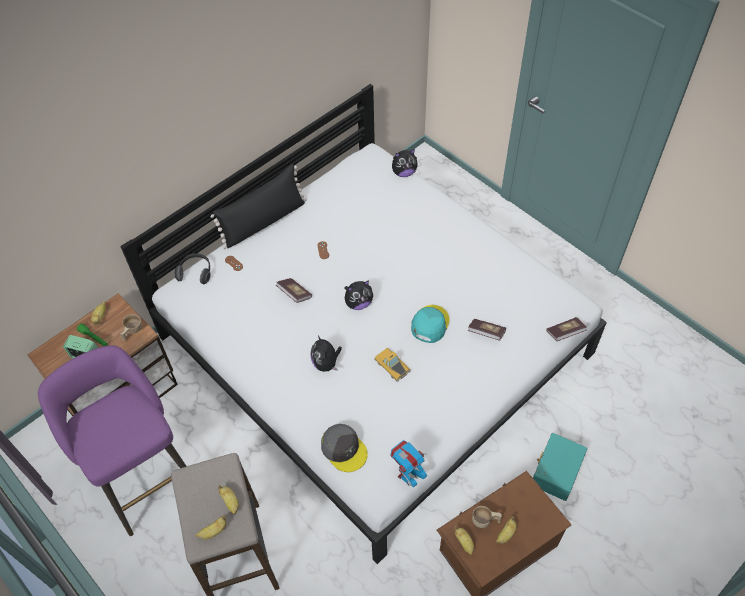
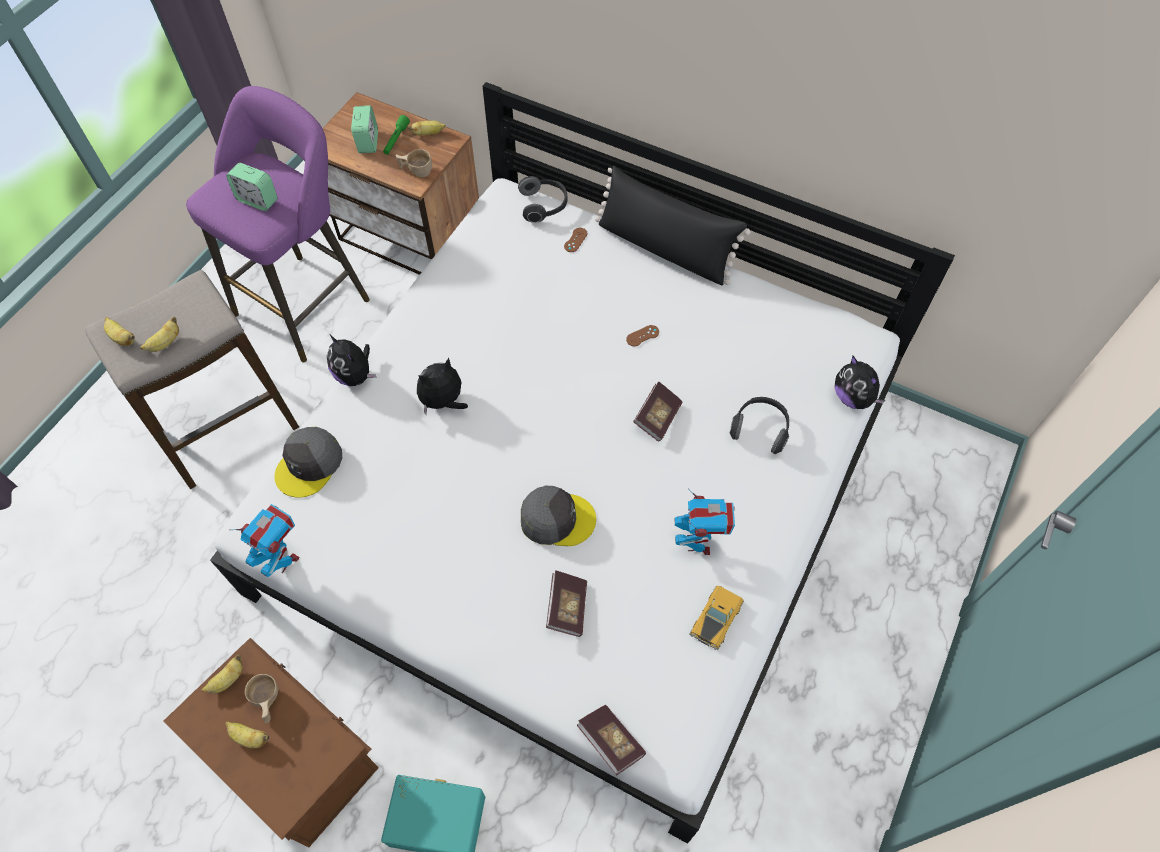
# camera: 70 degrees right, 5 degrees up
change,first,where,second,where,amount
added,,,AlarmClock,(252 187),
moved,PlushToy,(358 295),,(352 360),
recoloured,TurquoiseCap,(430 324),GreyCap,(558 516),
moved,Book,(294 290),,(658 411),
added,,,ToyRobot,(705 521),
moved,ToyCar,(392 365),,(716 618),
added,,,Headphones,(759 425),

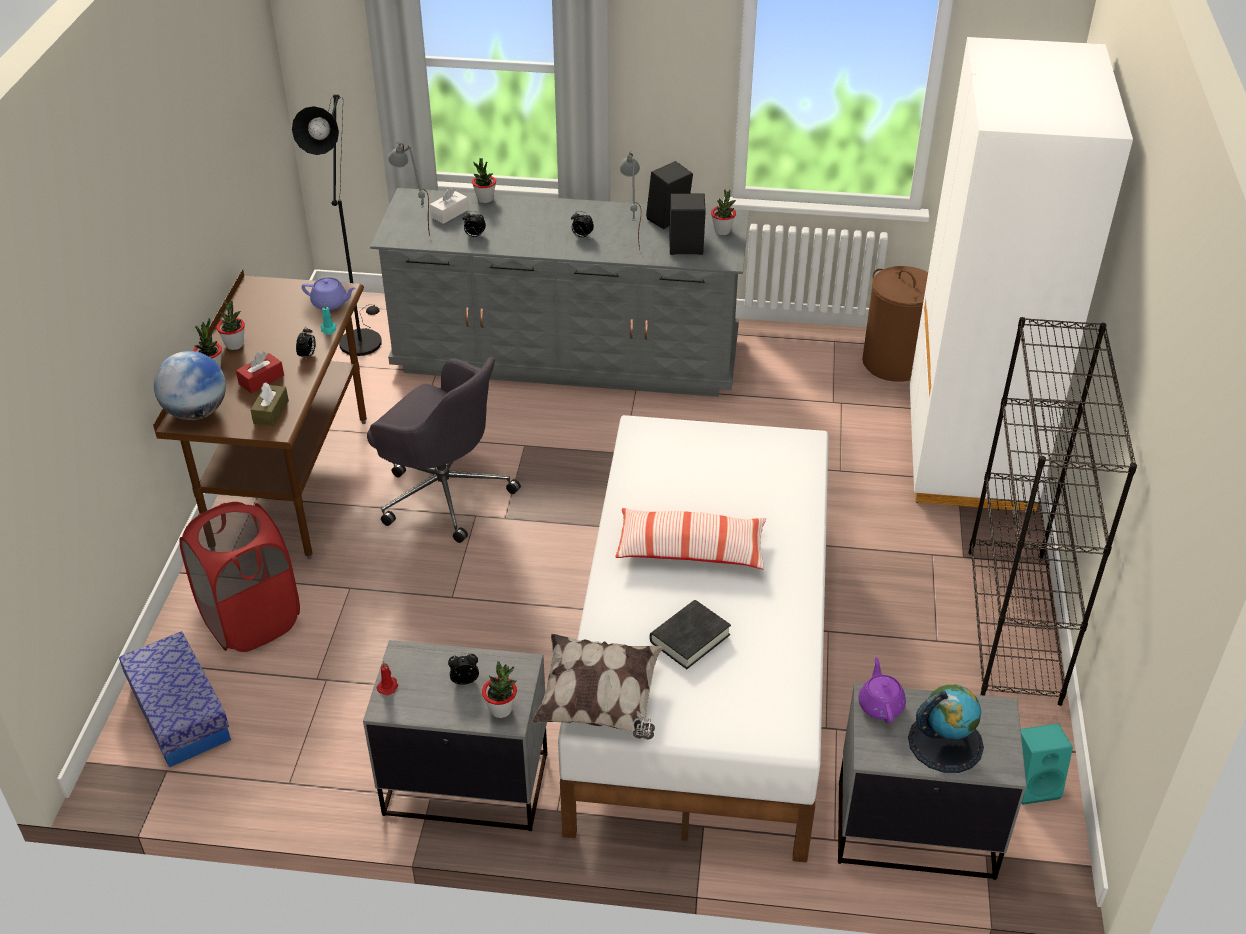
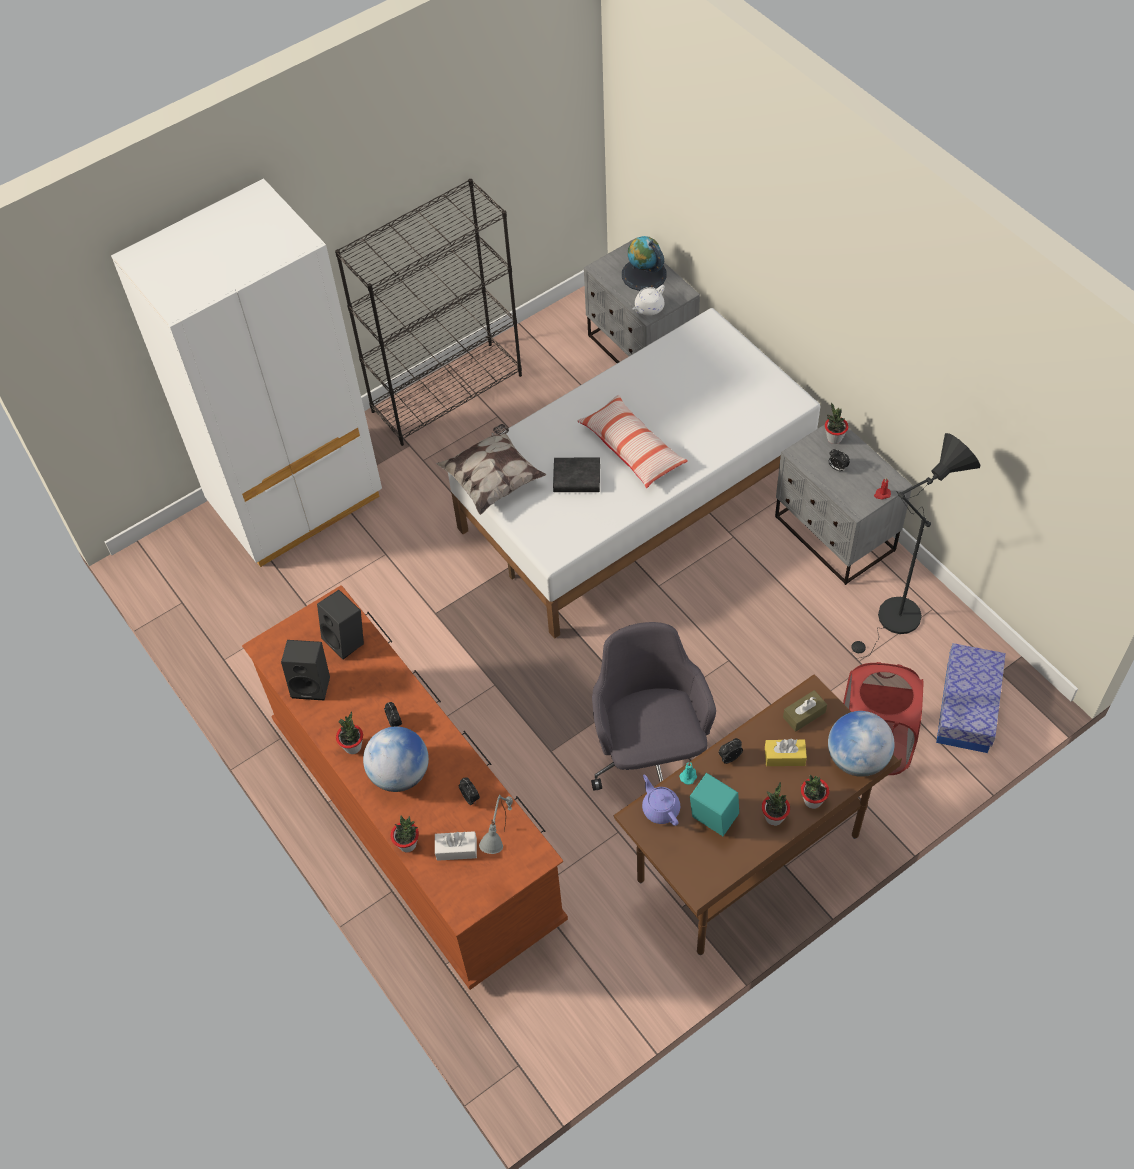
# camera: 130 degrees left, 15 degrees up
change,first,where,second,where,amount
recoloured,GreyDresser,(560 292),BrownDresser,(405 787),
moved,PottedPlant,(723 212),,(349 732),
added,,,Globe,(396 759),
moved,Pillow,(598 687),,(491 469),
moved,BlackBook,(690 634),,(576 474),
recoloured,PurpleTeapot,(882 690),WhiteTeapot,(649 300),
moved,TurquoiseSpeaker,(1047 764),,(714 804),
recoloured,RedTissueBox,(260 372),YellowTissueBox,(786 752),
moved,BlackFloorLamp,(337 225),,(915 545),
removed,GreyTableLamp,(630 200),,,
removed,BrownLaundryBasket,(895 324),,,

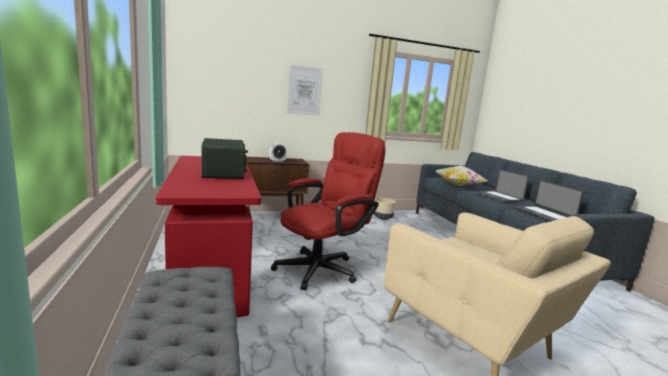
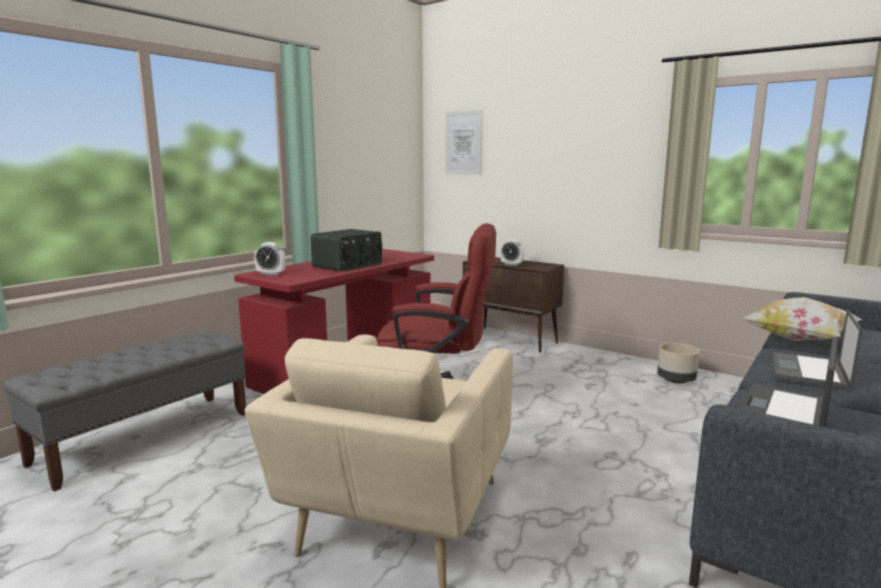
# camera: 55 degrees right, 0 degrees up
change,first,where,second,where,amount
added,,,AlarmClock,(269 258),
moved,Picture,(305 90),,(464 142),

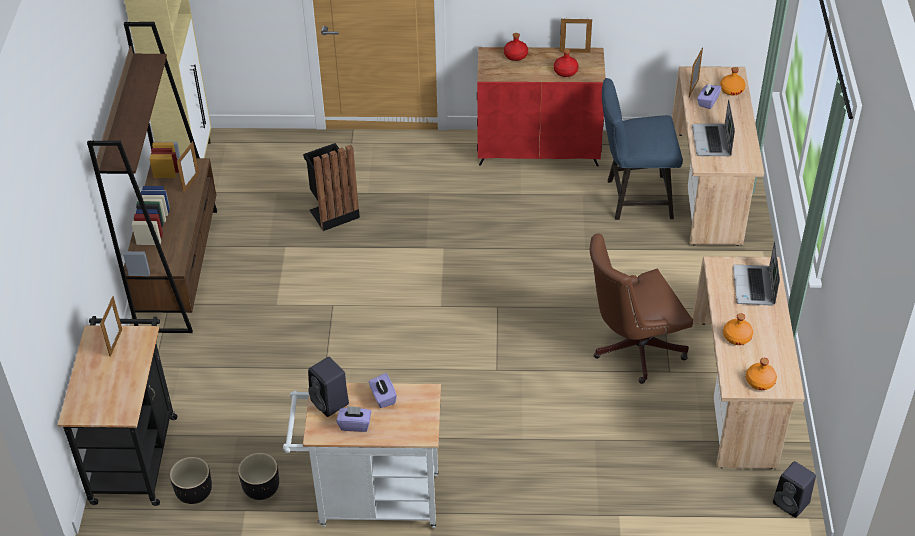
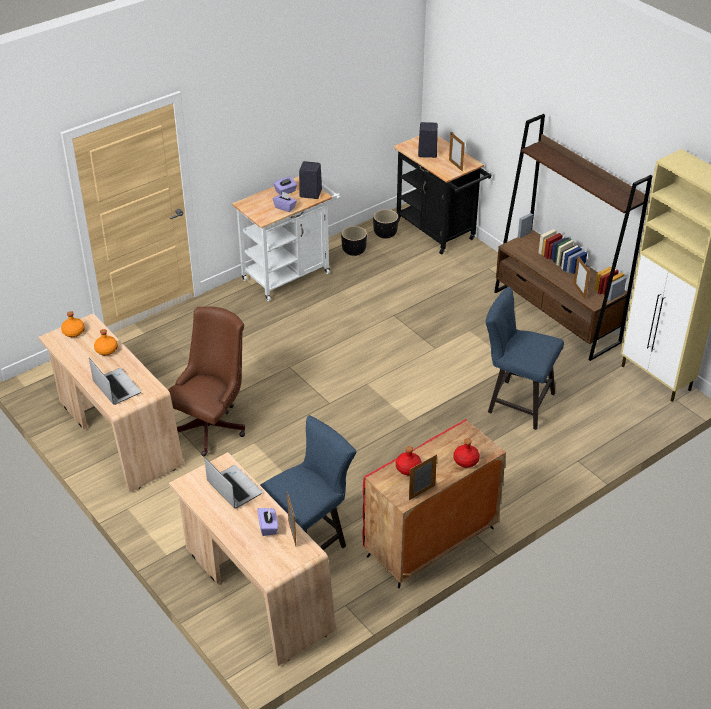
# camera: 140 degrees right, 5 degrees down
change,first,where,second,where,amount
moved,BlackSpeaker,(794 489),,(428 140),
replaced,BlackTrashCan,(331 187),BlueChair,(525 358),
removed,OrangeBottle,(733 81),,,

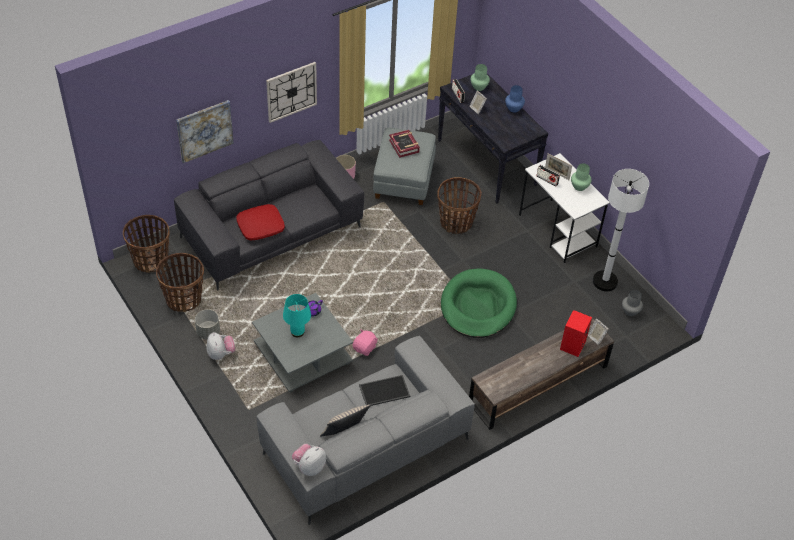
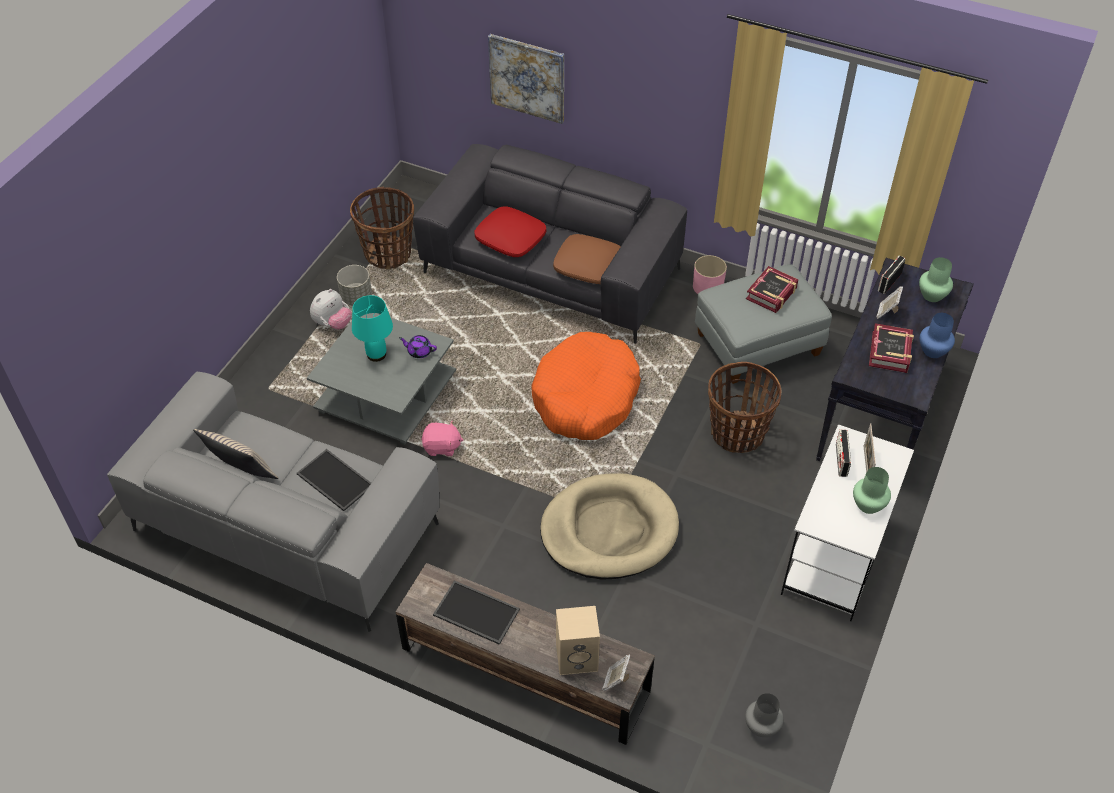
# camera: 60 degrees right, 0 degrees up
change,first,where,second,where,amount
added,,,Tray,(476 612),
added,,,OrangeDogBed,(586 386),
recoloured,GreenDogBed,(479 303),BeigeDogBed,(609 526),
added,,,BrownPillow,(587 259),
recoloured,RedSpeaker,(576 333),BeigeSpeaker,(578 640),
added,,,Book,(891 348),
removed,Basket,(146 244),,,
removed,WallClock,(291 92),,,
removed,PlushToy,(309 460),,,
removed,WhiteFloorLamp,(621 230),,,

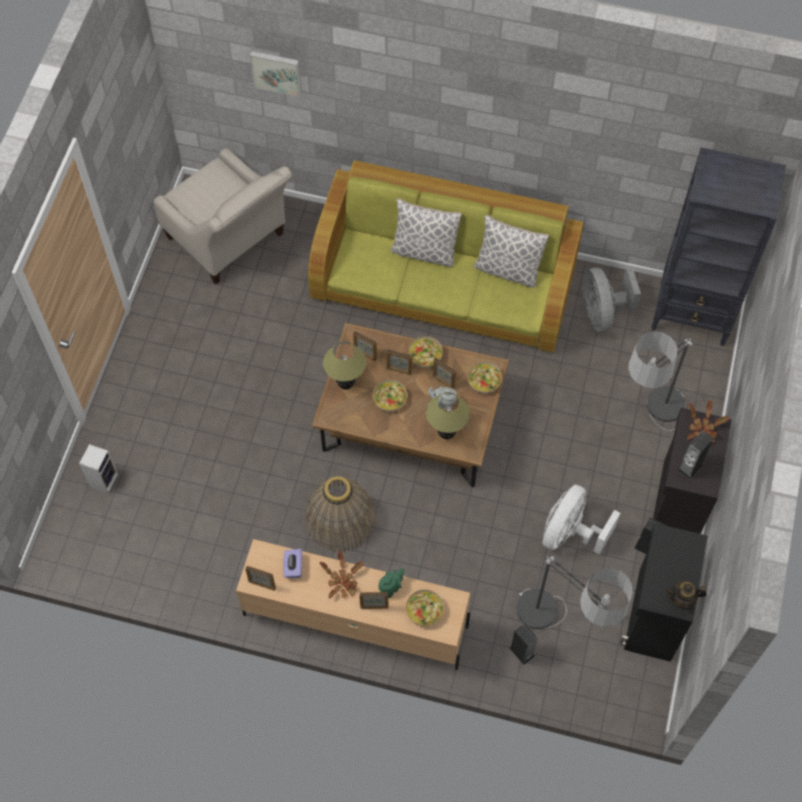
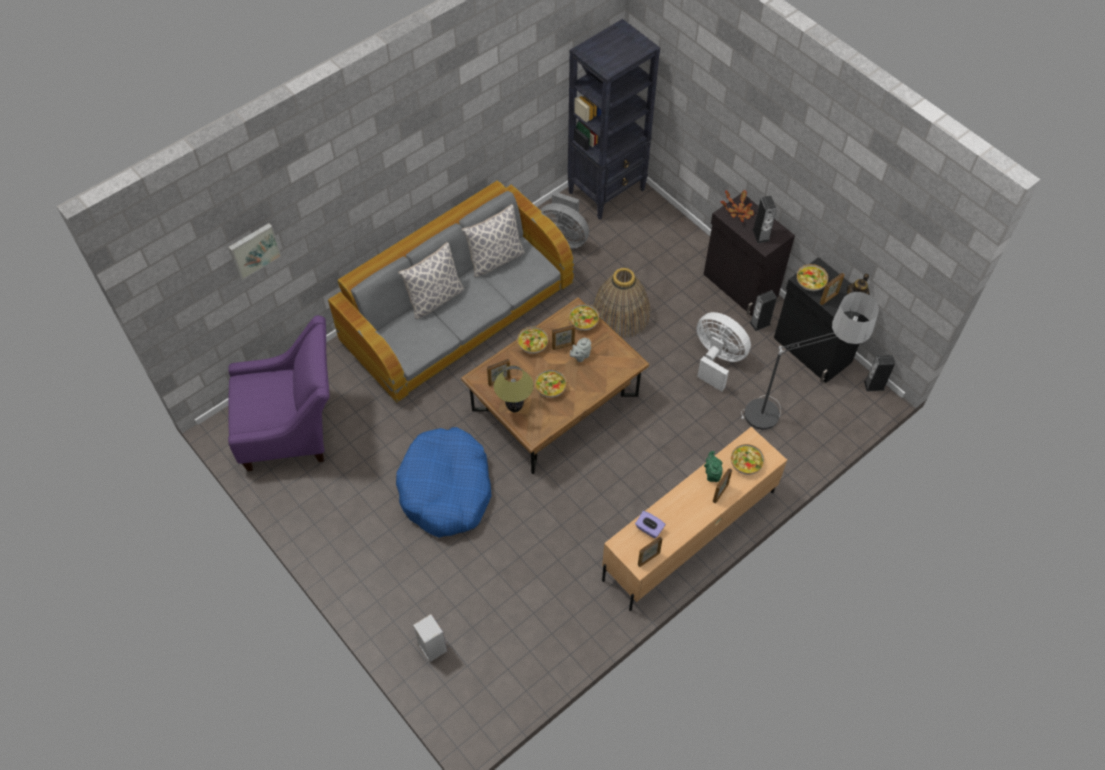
# camera: 55 degrees left, 5 degrees down
change,first,where,second,where,amount
recoloured,BeigeArmchair,(222 216),PurpleArmchair,(278 393),
recoloured,GreenSofa,(445 256),GreySofa,(451 291),
added,,,BlueDogBed,(444 482),
moved,Basket,(340 514),,(621 303),
turned,WhiteFan,(581 519),,(723 351),150 degrees clockwise
added,,,Bowl,(812 277),
moved,PictureFrame,(399 362),,(832 288),
moved,Speaker,(523 644),,(879 373),
removed,PottedPlant,(341 575),,,
removed,TableLamp,(448 415),,,
removed,FloorLamp,(660 381),,,

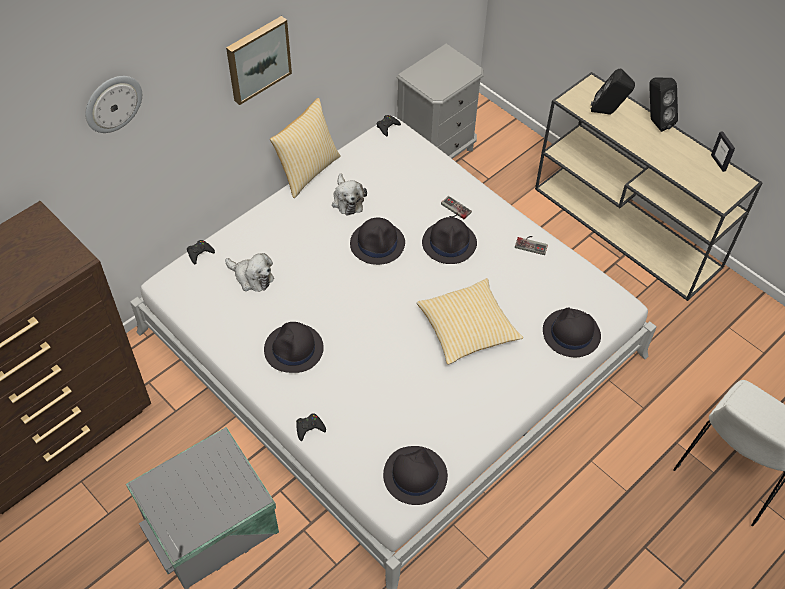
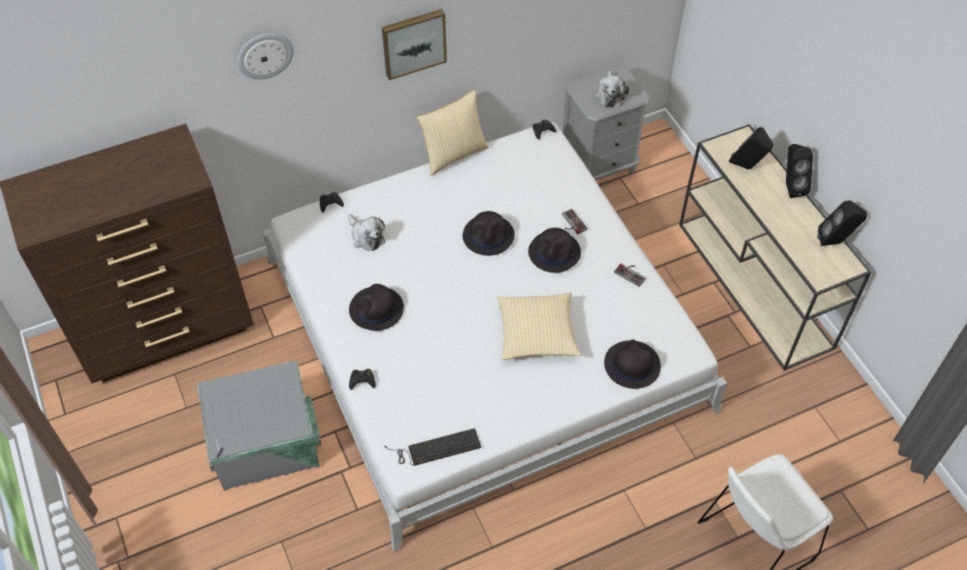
# camera: 20 degrees right, 0 degrees up
change,first,where,second,where,amount
replaced,BlackHat,(415 475),Keyboard,(432 447),
moved,PlushToy,(349 194),,(612 89),
replaced,PictureFrame,(723 151),BlackSpeaker,(842 223),

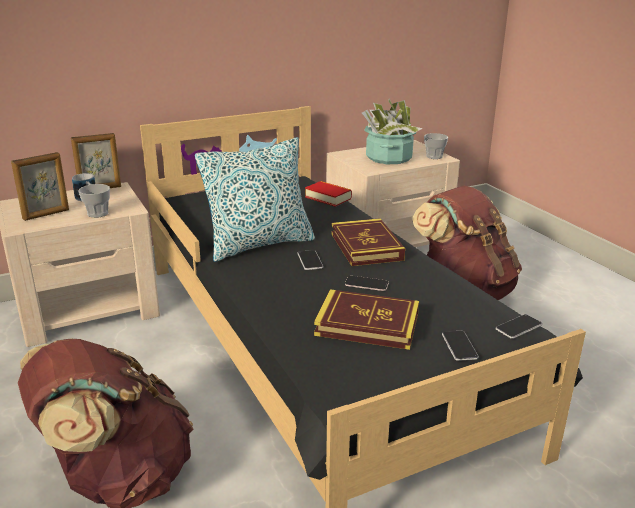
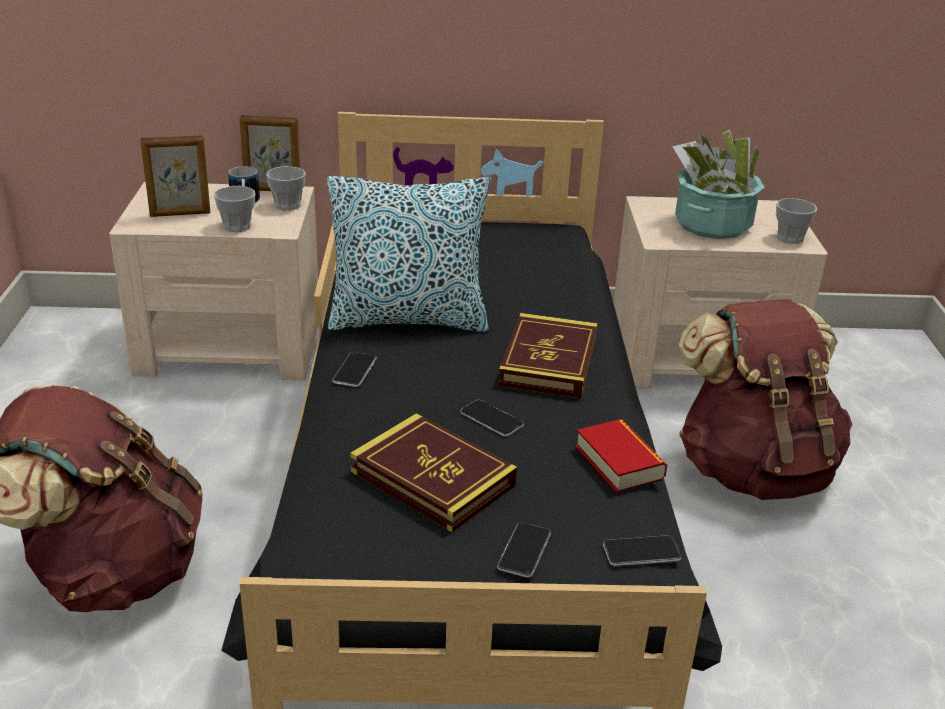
# camera: 25 degrees right, 5 degrees up
change,first,where,second,where,amount
added,,,Cup,(286 188),
moved,Phone,(310 260),,(354 369),
moved,Book,(328 194),,(621 456),

